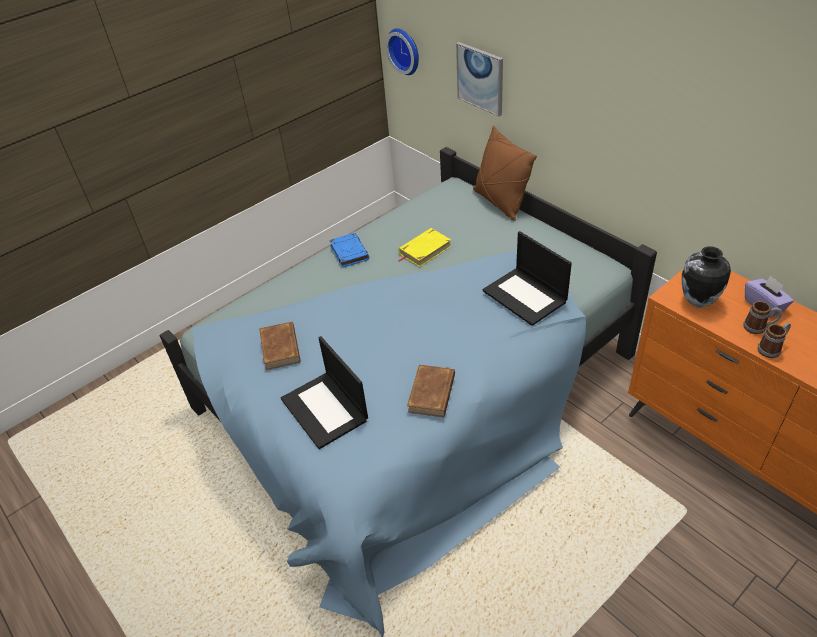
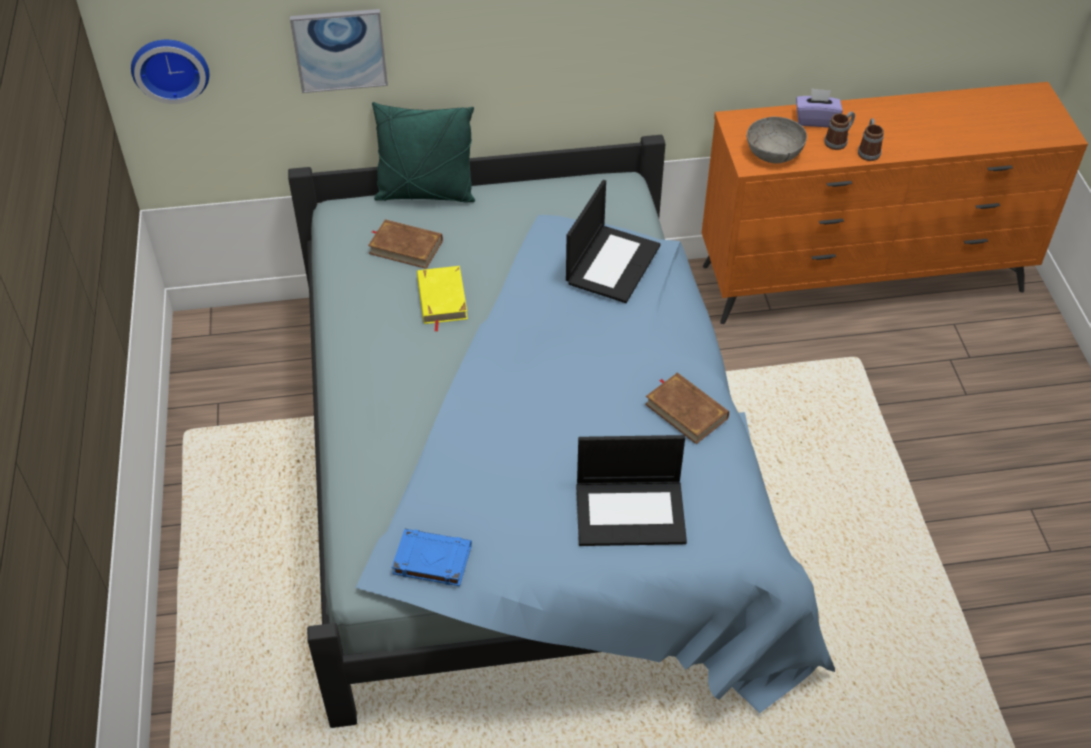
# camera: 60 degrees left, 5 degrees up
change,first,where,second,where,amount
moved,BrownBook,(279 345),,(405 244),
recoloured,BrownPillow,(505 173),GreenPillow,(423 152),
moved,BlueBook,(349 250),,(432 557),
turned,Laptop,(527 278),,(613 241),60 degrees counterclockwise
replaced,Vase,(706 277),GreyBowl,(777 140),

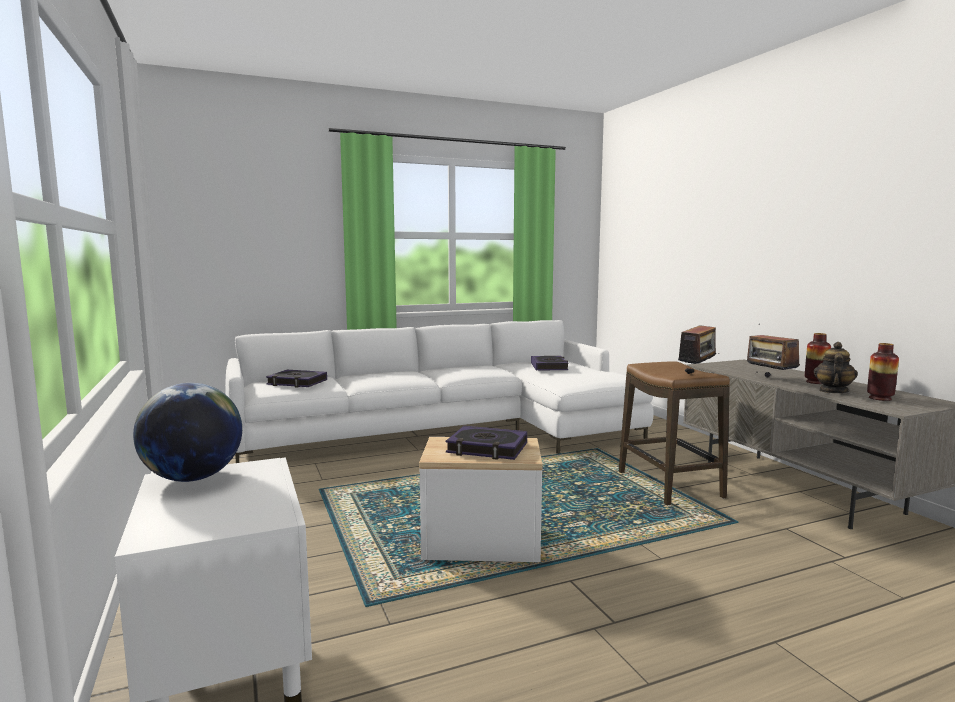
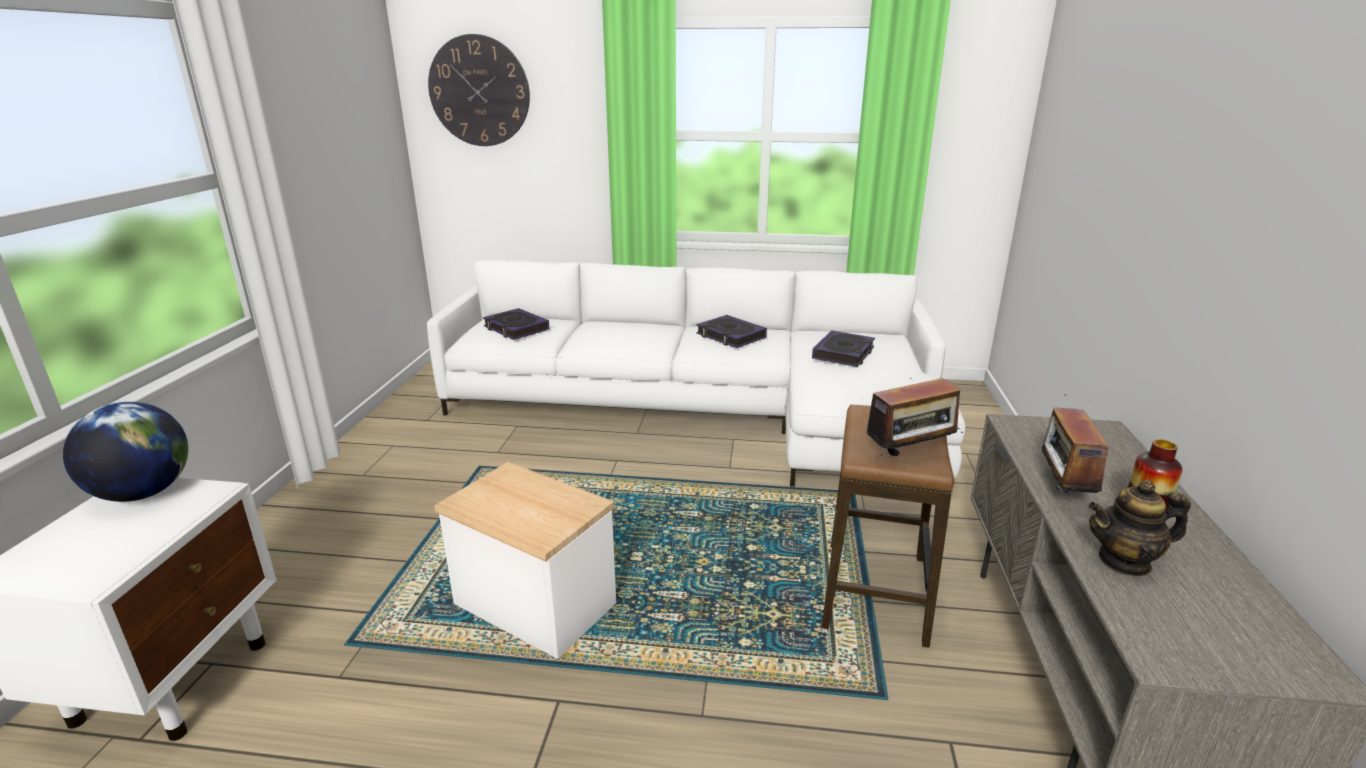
# camera: 30 degrees right, 15 degrees up
change,first,where,second,where,amount
added,,,WallClock,(479 90),
moved,Book,(486 443),,(731 331),
turned,Teapot,(836 367),,(1139 528),150 degrees counterclockwise
removed,Vase,(883 372),,,

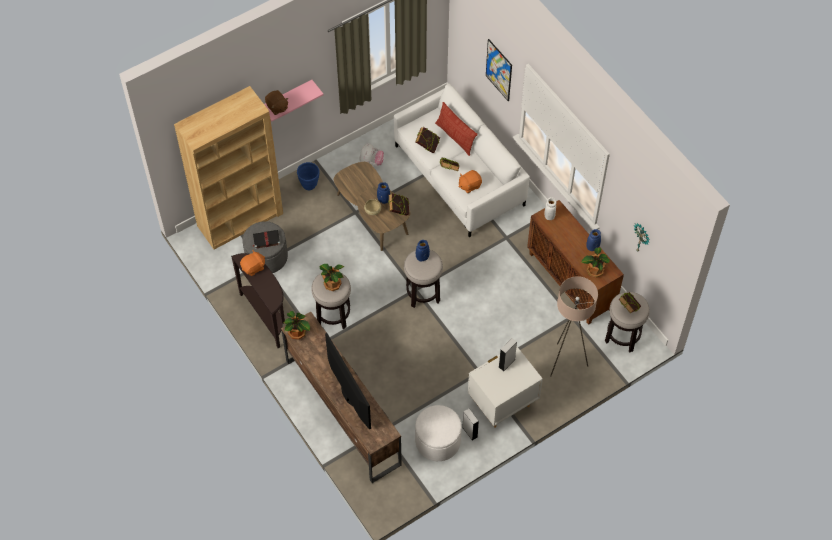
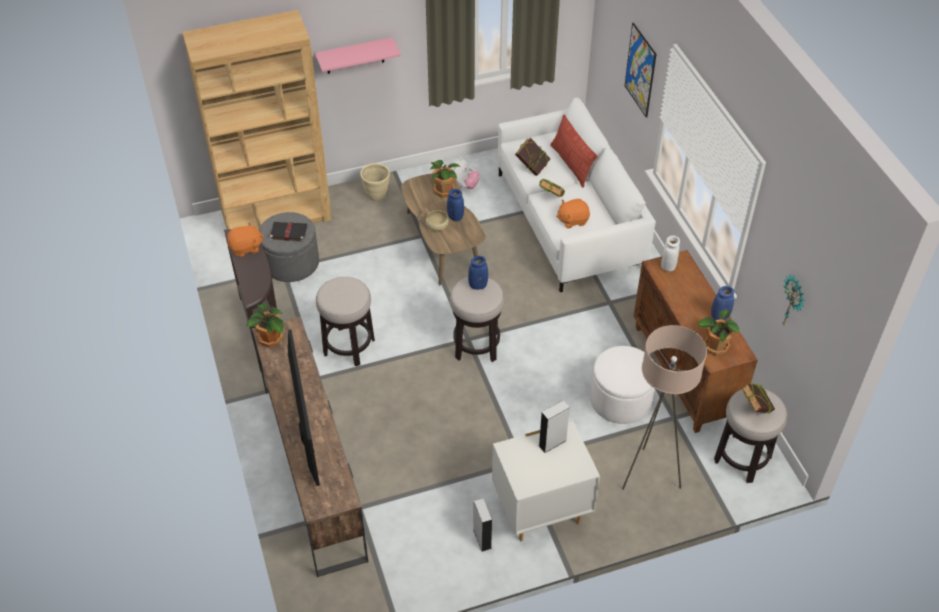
# camera: 15 degrees right, 10 degrees down
change,first,where,second,where,amount
recoloured,BluePlanter,(308 176),BeigePlanter,(375 182),
moved,PottedPlant,(332 277),,(445 178),
moved,WhiteOttoman,(438 433),,(622 385),
removed,BrownPlushToy,(276 102),,,
removed,Book,(398 205),,,

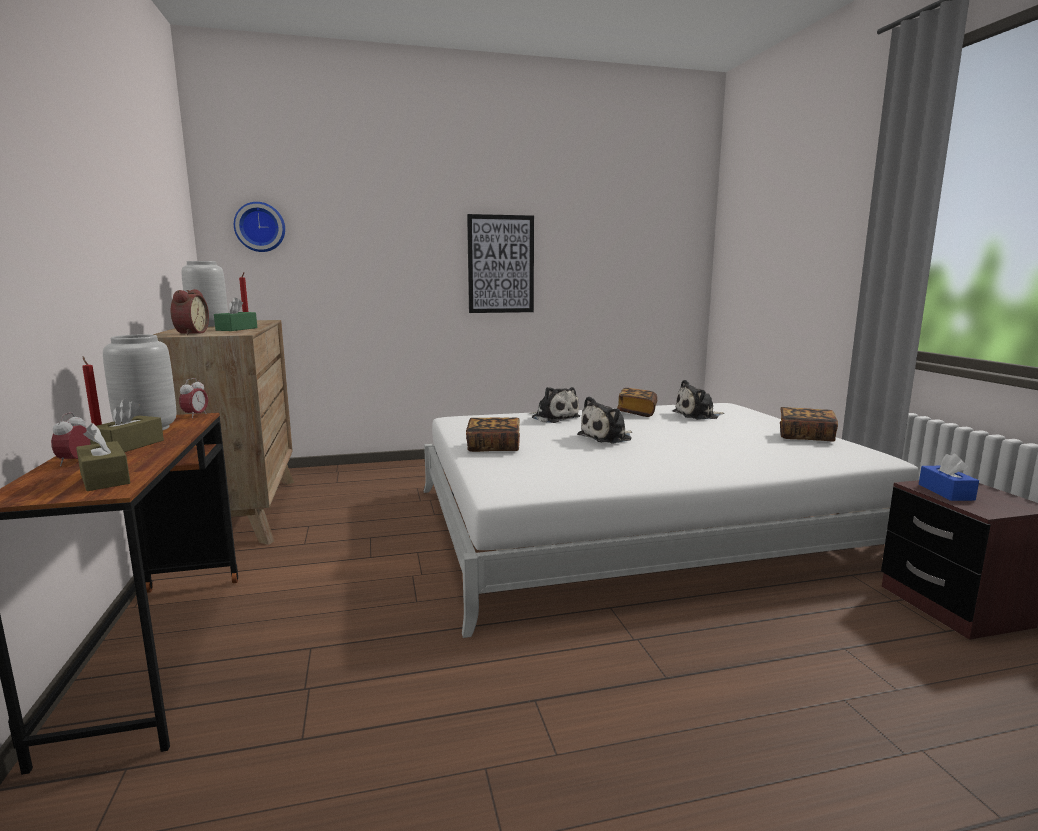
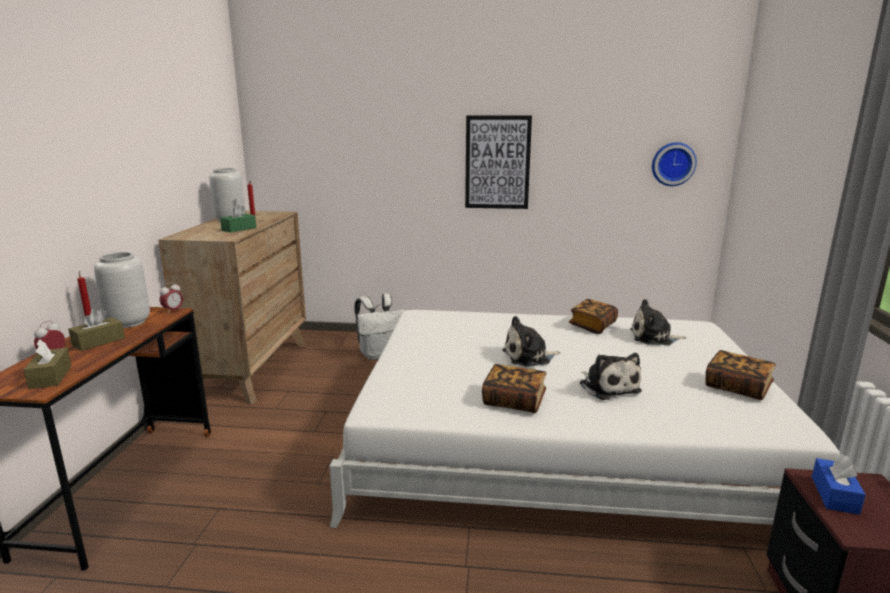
# camera: 20 degrees right, 5 degrees up
change,first,where,second,where,amount
added,,,WhiteBackpack,(379 326),
moved,Book,(493 435),,(514 388),
moved,PlushToy,(555 405),,(610 376),
moved,WallClock,(259 227),,(674 164),
removed,AlarmClock,(189 312),,,

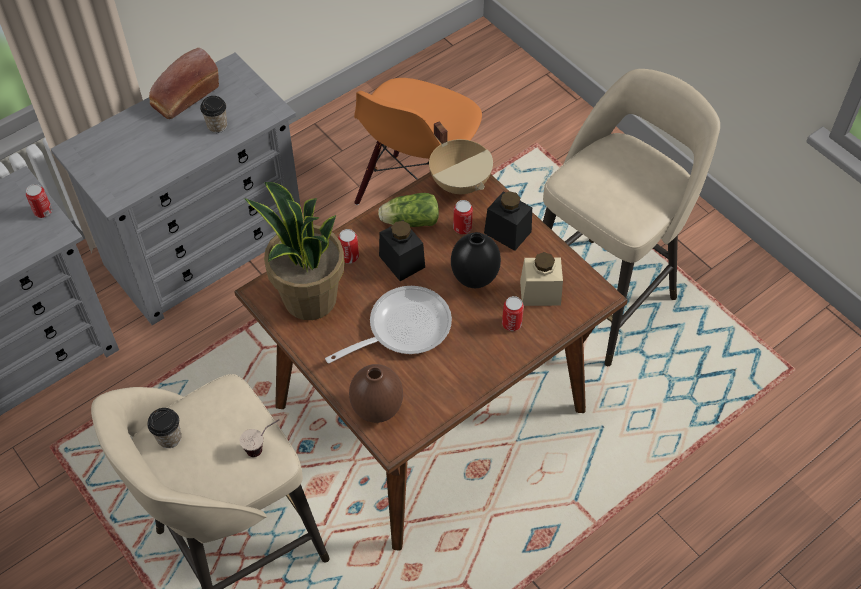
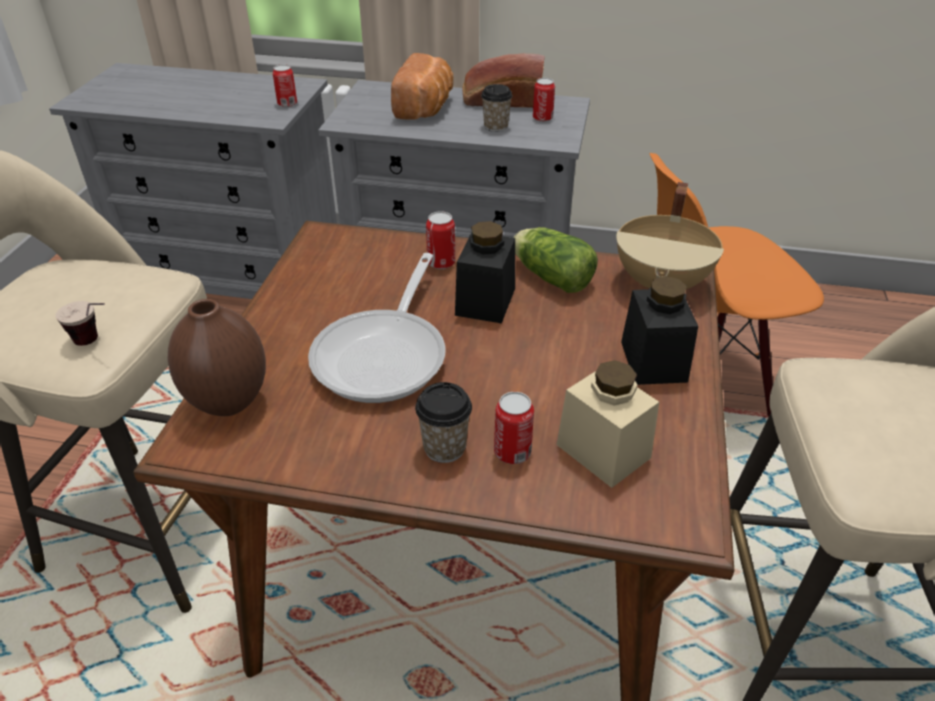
# camera: 50 degrees right, 15 degrees down
change,first,where,second,where,amount
turned,FryingPan,(388 325),,(376 328),90 degrees clockwise
added,,,Bread,(422 86),
moved,Cup,(164 428),,(443 422),
moved,Can,(463 217),,(544 100),
removed,PottedPlant,(294 251),,,
removed,BlackVase,(476 260),,,

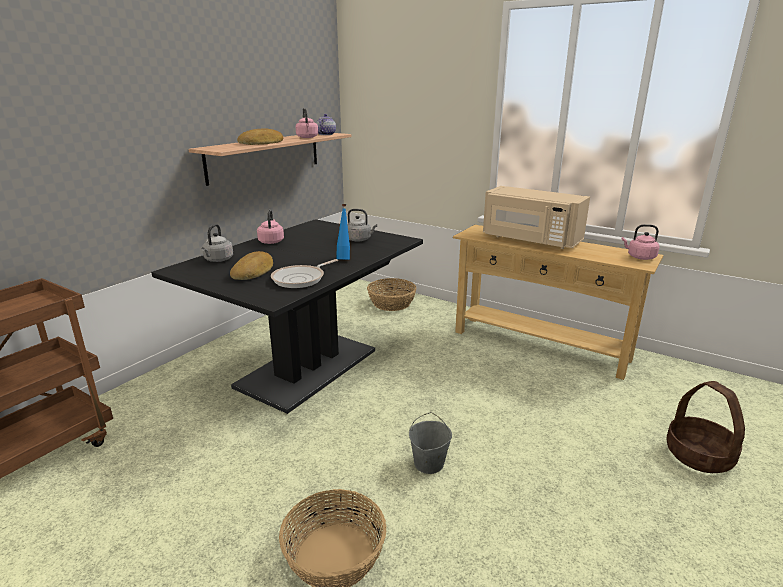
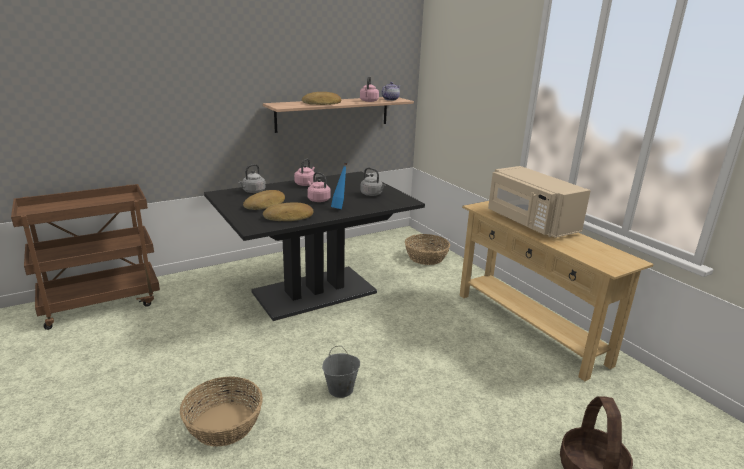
# camera: 25 degrees right, 0 degrees up
change,first,where,second,where,amount
replaced,FryingPan,(304 273),Bread,(288 211),
moved,PinkKettle,(640 242),,(319 187),

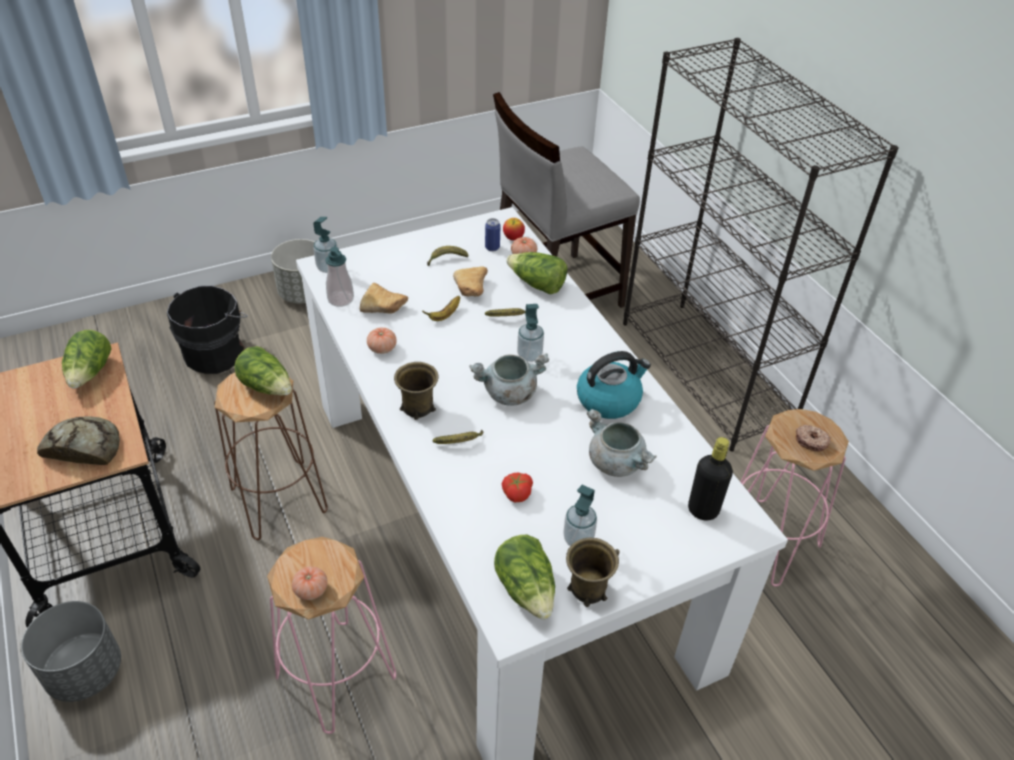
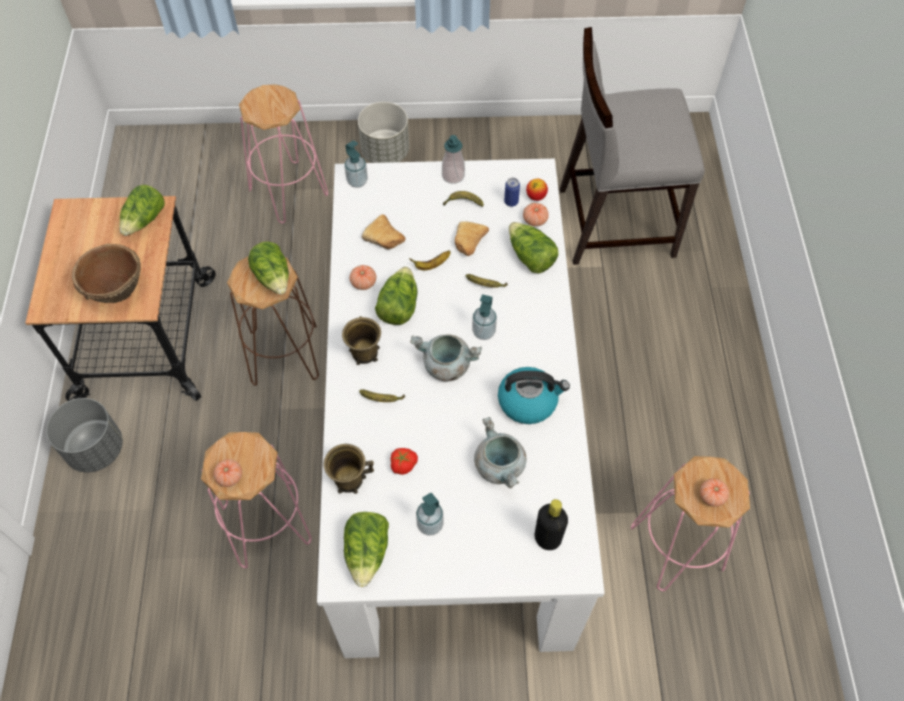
# camera: 25 degrees right, 15 degrees up
change,first,where,second,where,amount
replaced,Bread,(78 441),BrownBowl,(106 273),
replaced,BlackBucket,(207 330),PinkStool,(283 153),
moved,BrownMug,(593 572),,(349 469),
added,,,Lettuce,(396 296),
moved,SoapDispenser,(339 277),,(453 159),
replaced,Donut,(813 438),Tomato,(714 492),
removed,BlackBookcase,(761 245),,,

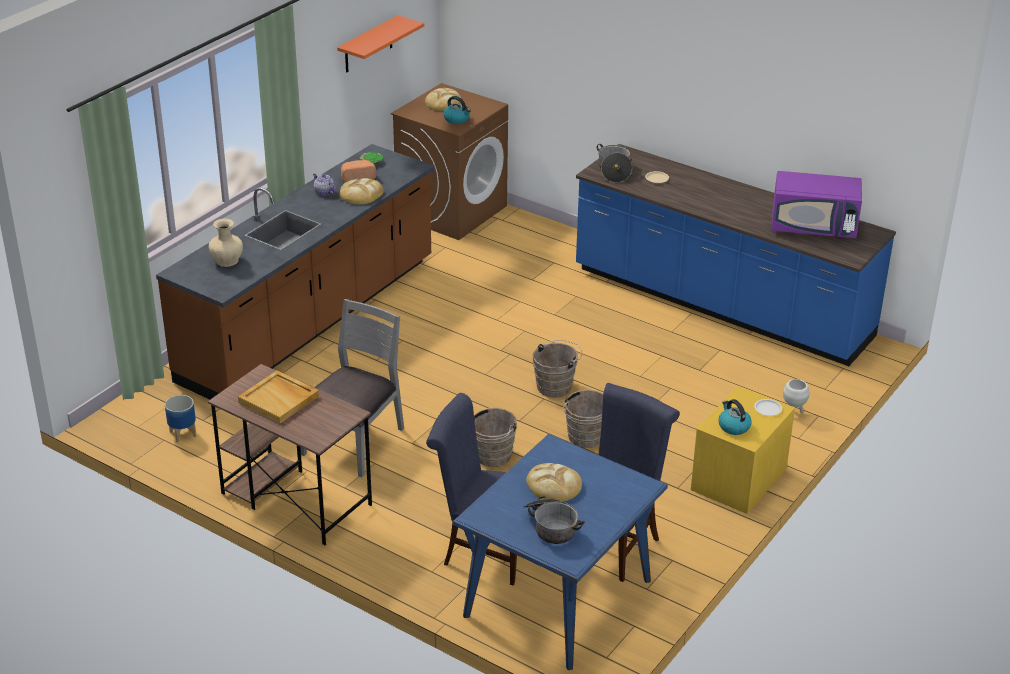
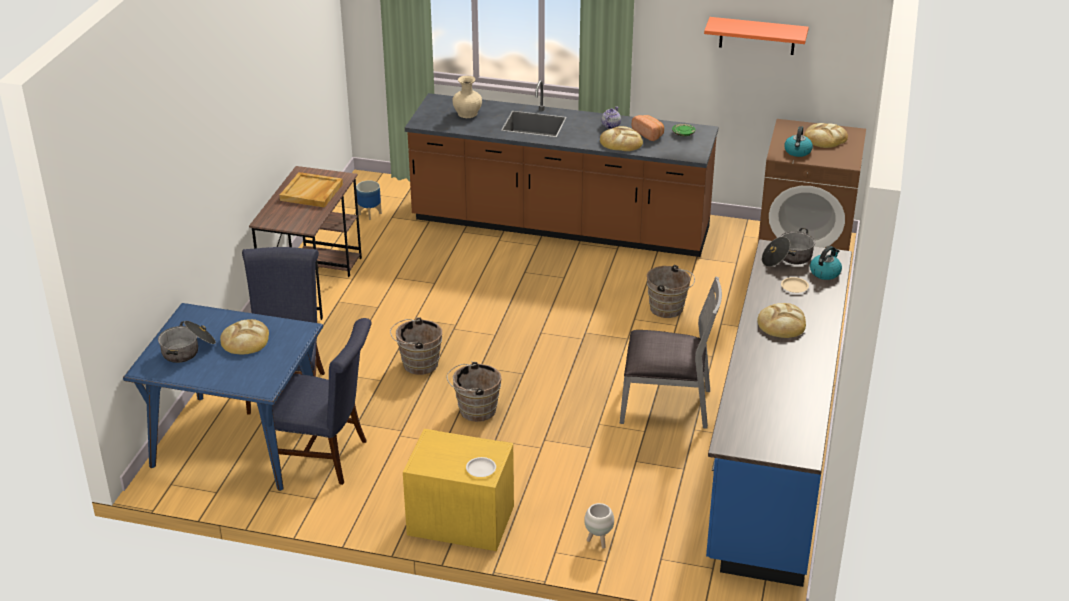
# camera: 70 degrees right, 0 degrees up
change,first,where,second,where,amount
moved,GreyChair,(352 388),,(670 352),
moved,BrownBucket,(557 368),,(671 291),
added,,,Bread,(781 320),
moved,Kettle,(735 417),,(826 263),
removed,PurpleMicrowave,(816 204),,,

